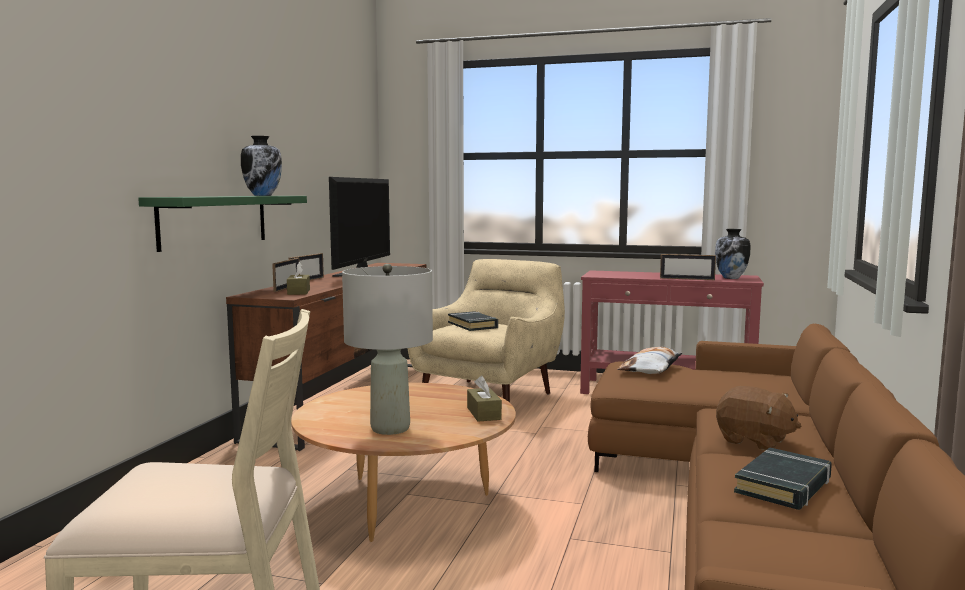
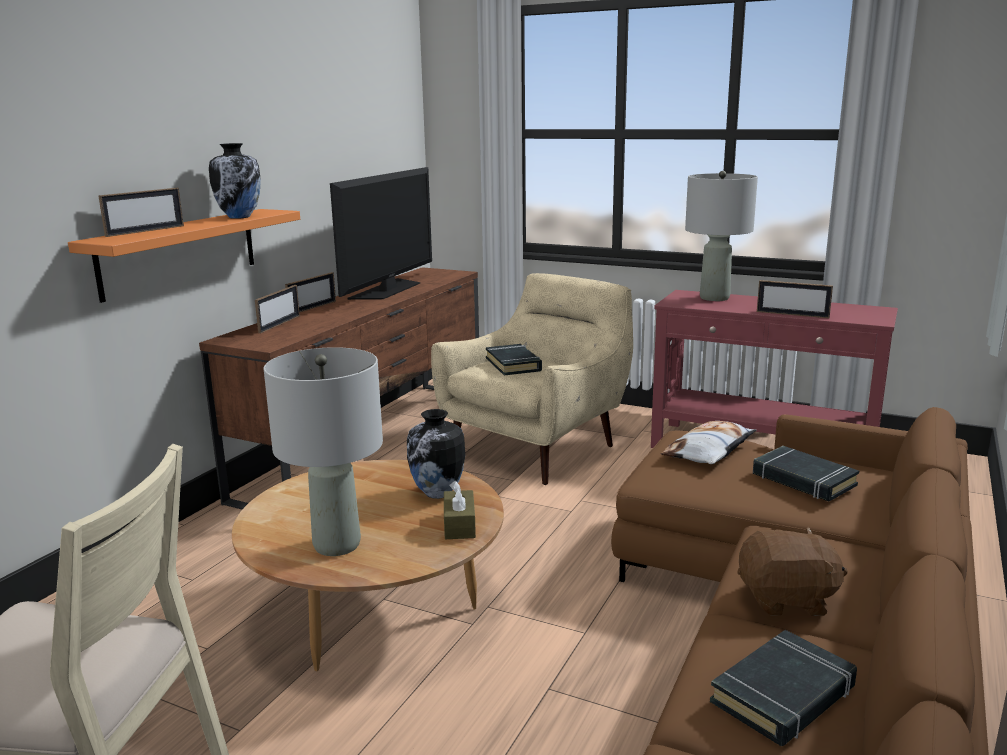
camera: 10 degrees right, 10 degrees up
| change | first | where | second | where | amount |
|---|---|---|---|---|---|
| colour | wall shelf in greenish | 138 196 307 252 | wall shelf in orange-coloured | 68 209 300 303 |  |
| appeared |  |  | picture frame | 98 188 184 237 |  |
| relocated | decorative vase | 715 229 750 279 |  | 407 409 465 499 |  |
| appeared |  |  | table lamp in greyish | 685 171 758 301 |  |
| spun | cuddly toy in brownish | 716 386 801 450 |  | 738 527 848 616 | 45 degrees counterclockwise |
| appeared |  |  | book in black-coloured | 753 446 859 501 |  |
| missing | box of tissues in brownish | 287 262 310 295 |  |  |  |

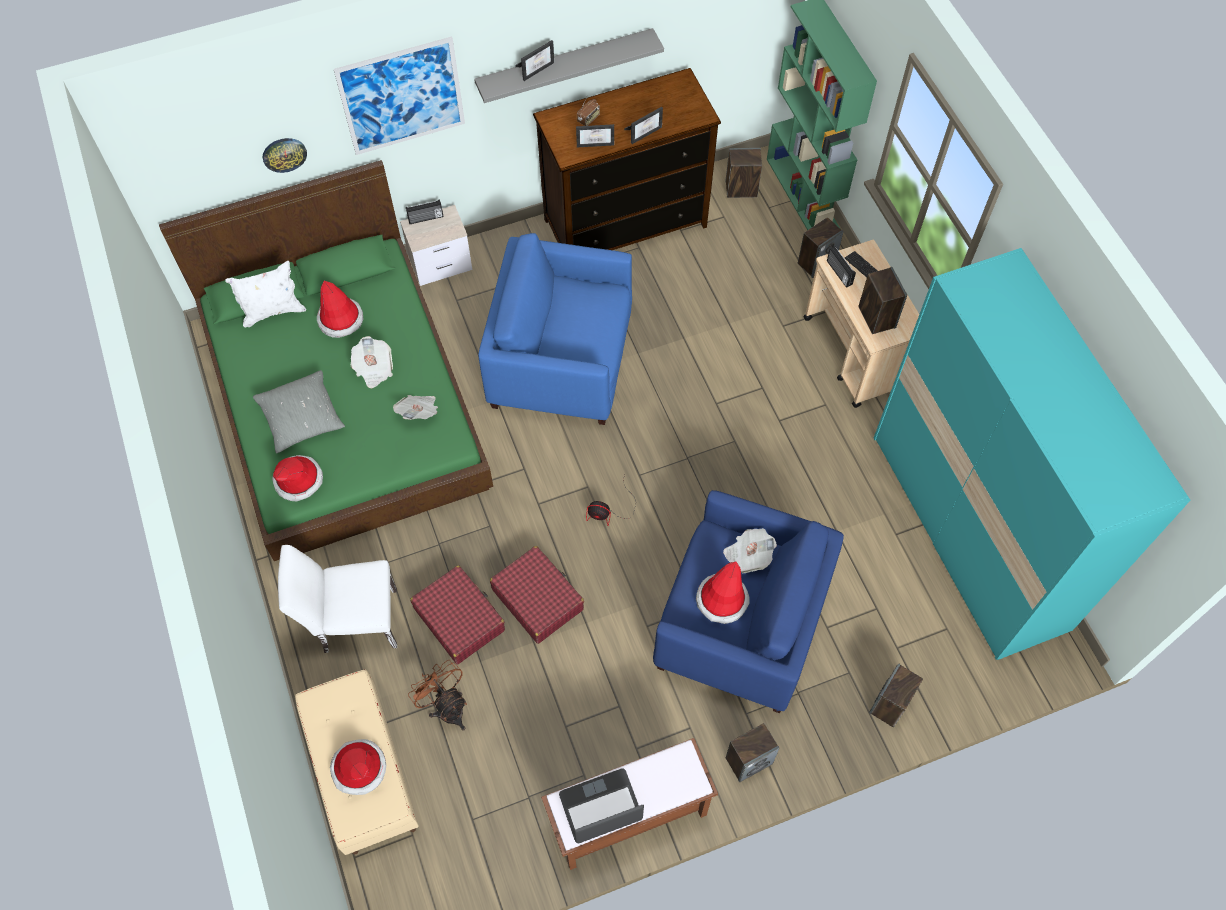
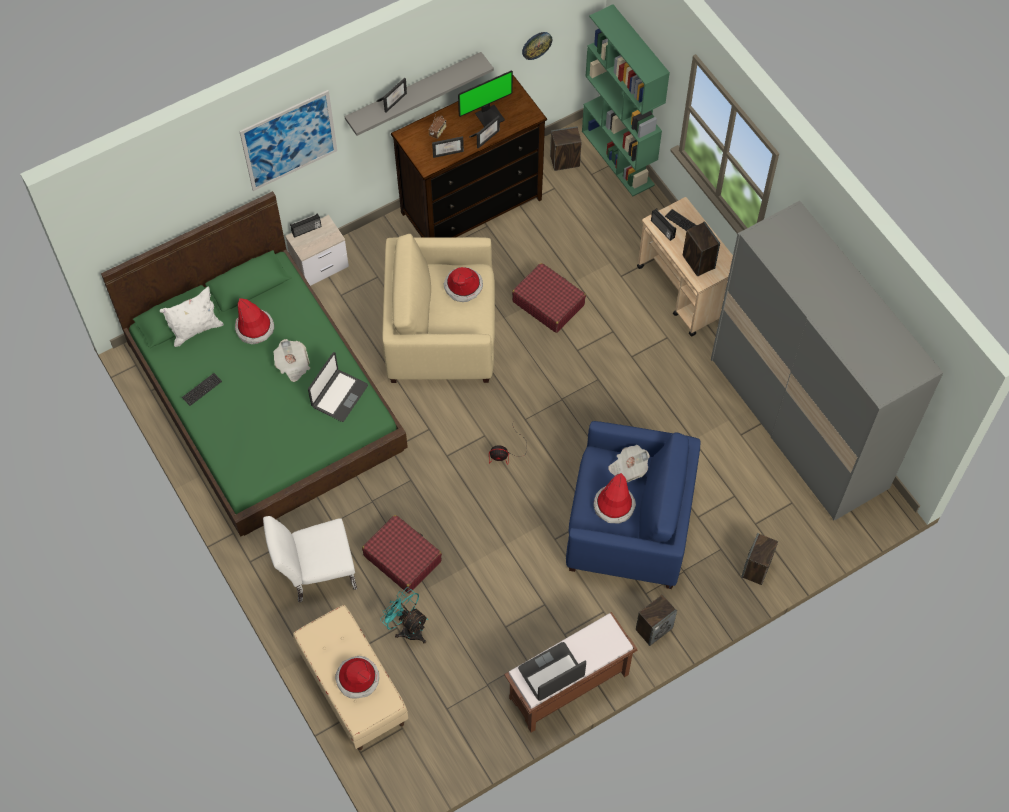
camera: 10 degrees left, 0 degrees up
| change | first | where | second | where | amount |
|---|---|---|---|---|---|
| appeared |  |  | computer keyboard | 182 373 222 406 |  |
| exchanged | printed paper | 393 395 438 420 | portable computer | 308 352 368 422 |  |
| colour | cooling fan in brownish | 408 660 467 731 | cooling fan in turquoise-coloured | 380 587 428 644 |  |
| colour | easy chair in blue-coloured | 479 233 632 425 | easy chair in sand-coloured | 382 234 495 383 |  |
| relocated | clothing hat | 272 455 323 501 |  | 443 267 483 302 |  |
| appeared |  |  | computer display | 458 71 513 127 |  |
| relocated | travel case in red | 490 546 584 644 |  | 512 263 586 333 |  |
| relocated | wall clock | 263 138 307 173 |  | 522 32 552 60 |  |
| colour | clothes cupboard in turquoise-coloured | 873 248 1190 660 | clothes cupboard in greyish | 711 201 943 520 |  |
| missing | pillow in greyish | 253 370 345 454 |  |  |  |
| missing | loudspeaker | 798 217 844 278 |  |  |  |

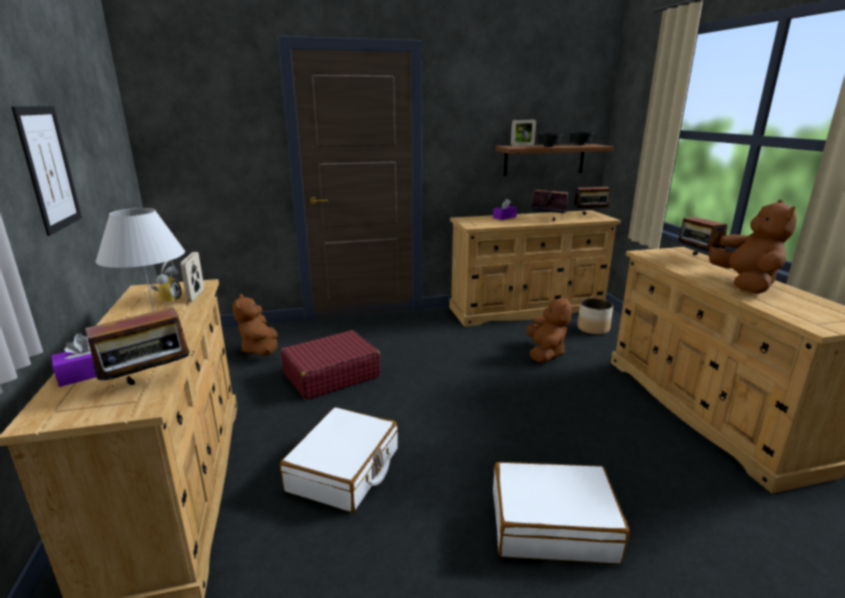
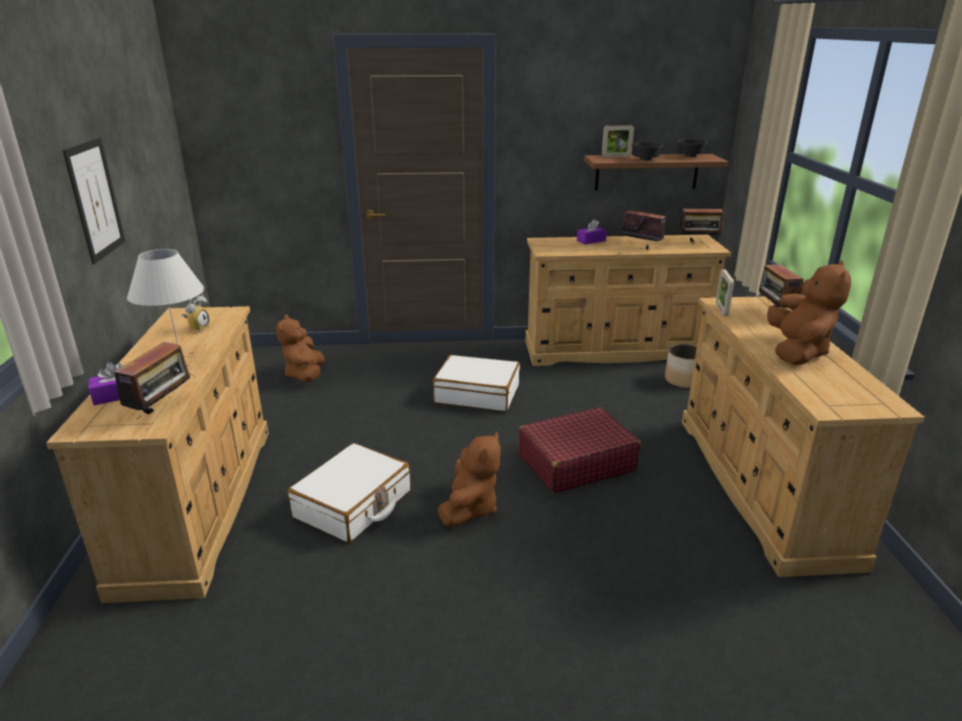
camera: 10 degrees right, 5 degrees up
| change | first | where | second | where | amount |
|---|---|---|---|---|---|
| spun | radio receiver | 85 307 194 388 |  | 114 342 195 419 | 45 degrees counterclockwise |
| relocated | travel case in whitish | 493 462 629 564 |  | 433 355 520 411 |  |
| relocated | cuddly toy in brownish | 527 296 572 363 |  | 438 432 501 527 |  |
| relocated | travel case in red | 281 330 380 400 |  | 518 407 641 493 |  |
| relocated | picture frame | 180 252 204 302 |  | 716 269 734 316 |  |

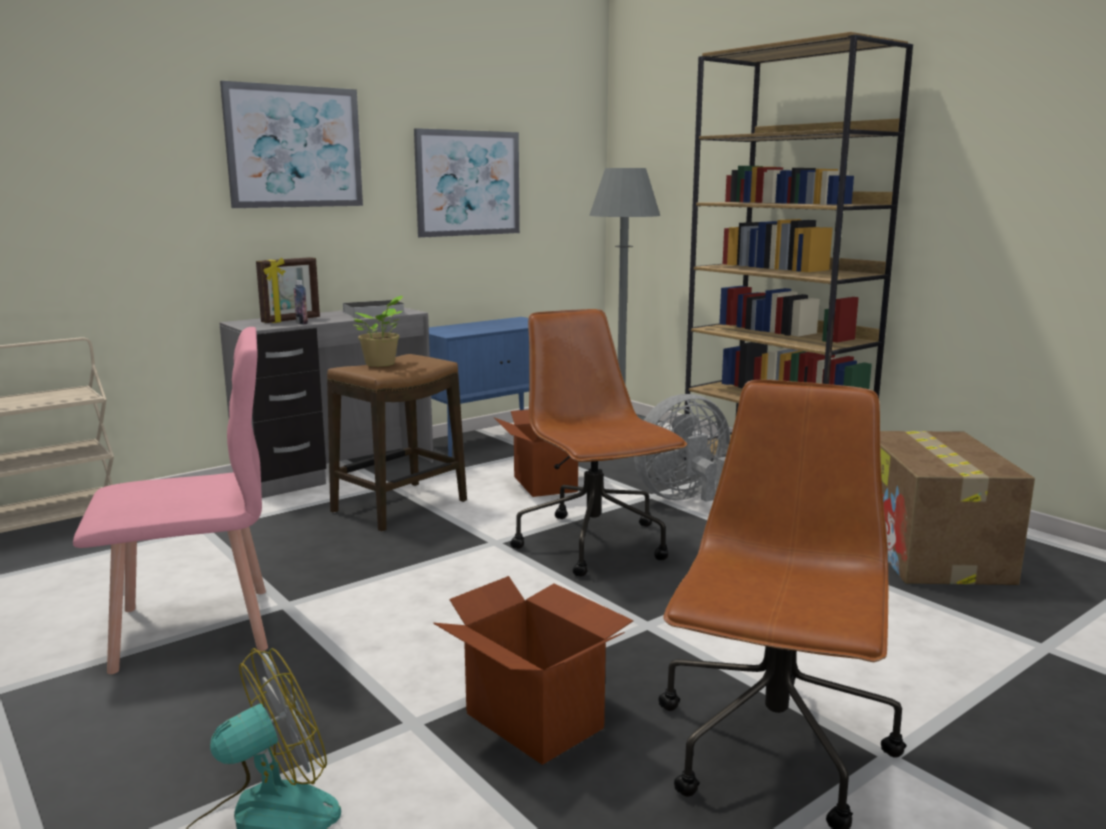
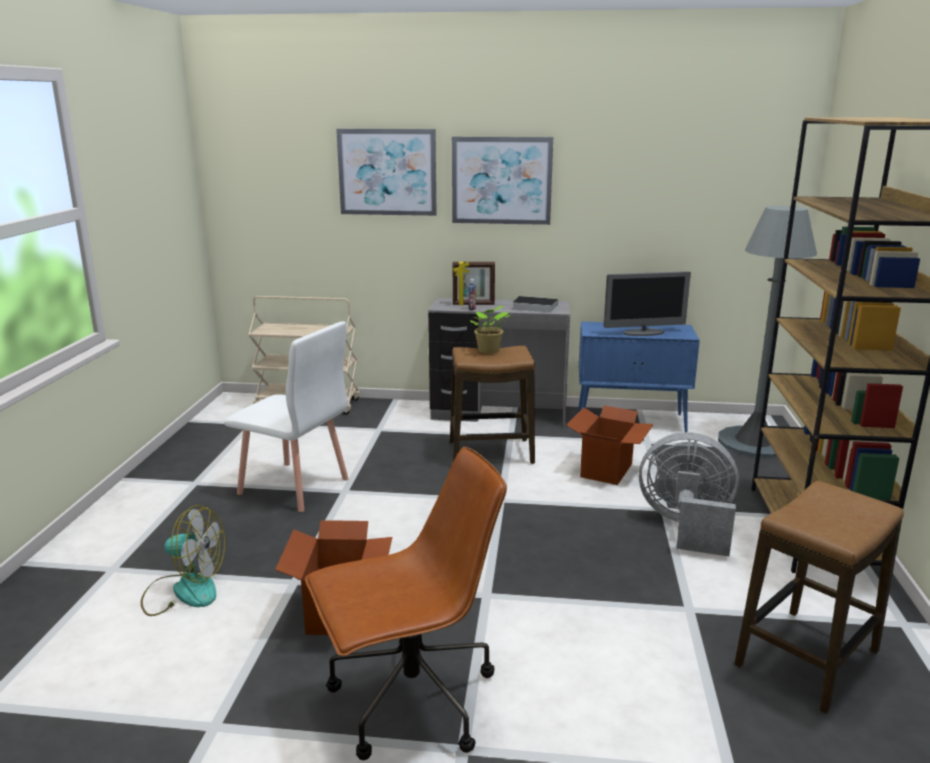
camera: 45 degrees right, 5 degrees up
| change | first | where | second | where | amount |
|---|---|---|---|---|---|
| colour | chair in pink | 73 327 268 674 | chair in whitish | 224 321 349 512 |  |
| relocated | wall art | 414 128 520 238 |  | 336 129 437 216 |  |
| appeared |  |  | computer display | 604 271 691 336 |  |
| exchanged | cardboard box | 880 431 1035 585 | stool | 735 480 904 714 |  |
| missing | desk chair in brownish | 510 309 687 577 |  |  |  |

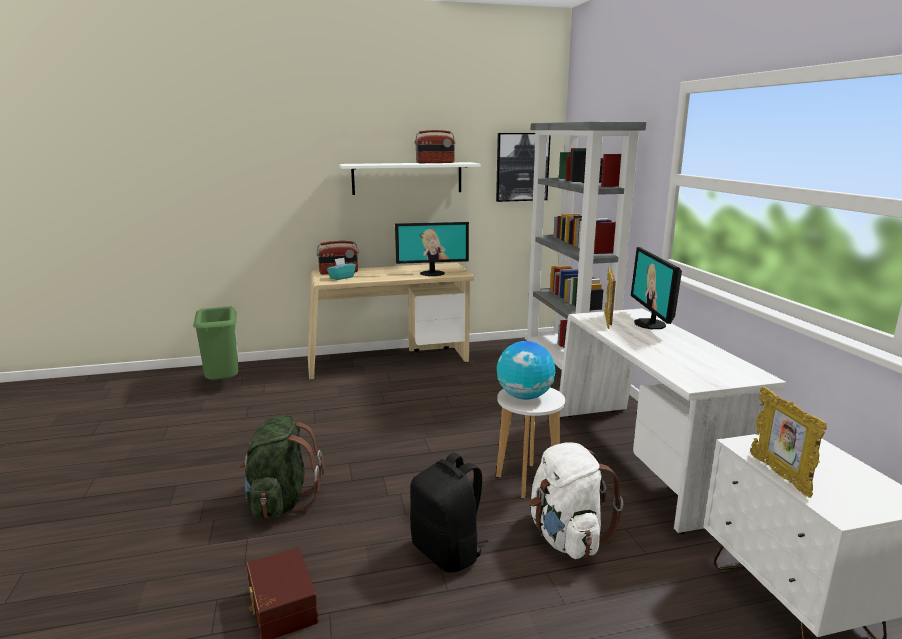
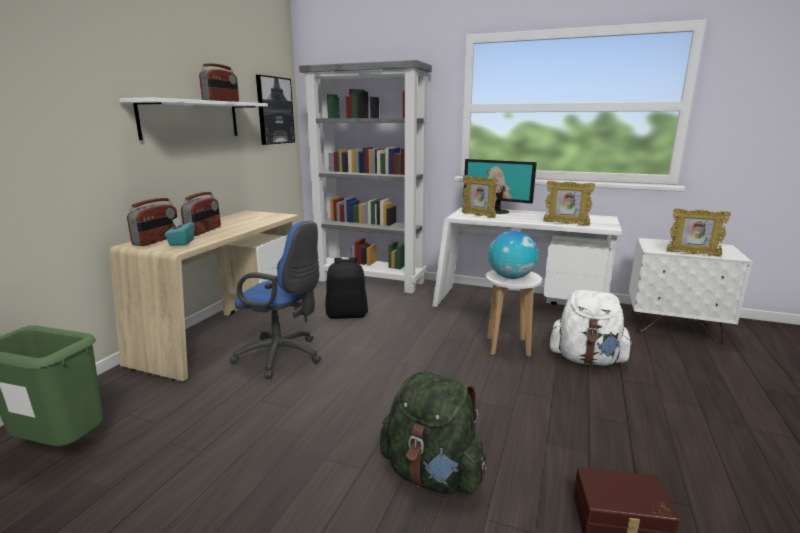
camera: 55 degrees left, 0 degrees up
| change | first | where | second | where | amount |
|---|---|---|---|---|---|
| appeared |  |  | radio receiver | 181 192 221 236 |  |
| appeared |  |  | desk chair in blue-coloured | 230 221 321 379 |  |
| relocated | rucksack in black-coloured | 410 453 489 572 |  | 325 257 368 319 |  |
| appeared |  |  | picture frame | 543 181 595 226 |  |
| missing | computer display | 395 222 469 276 |  |  |  |

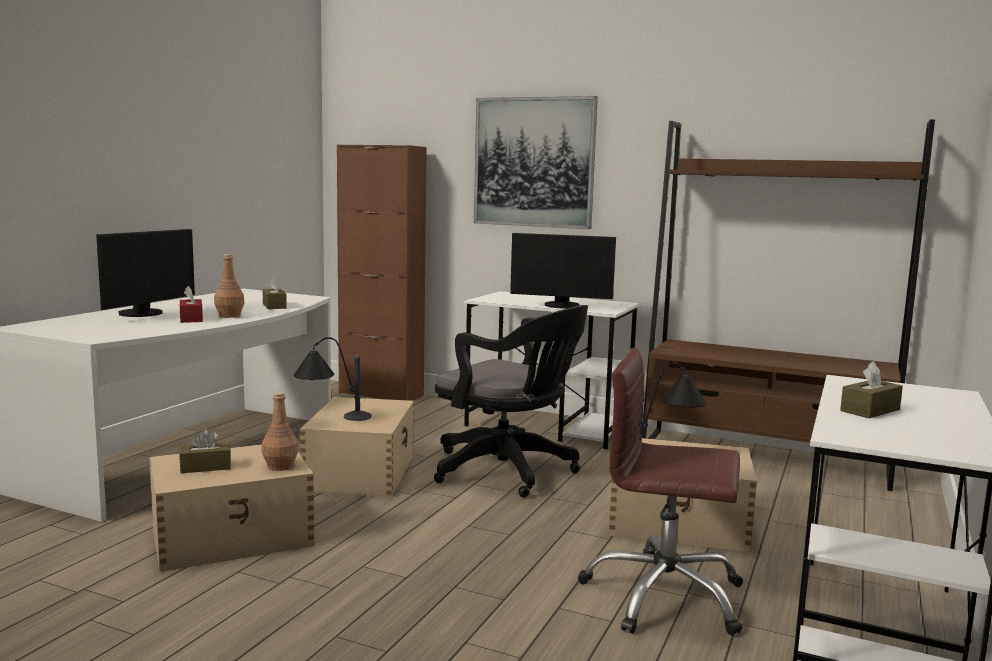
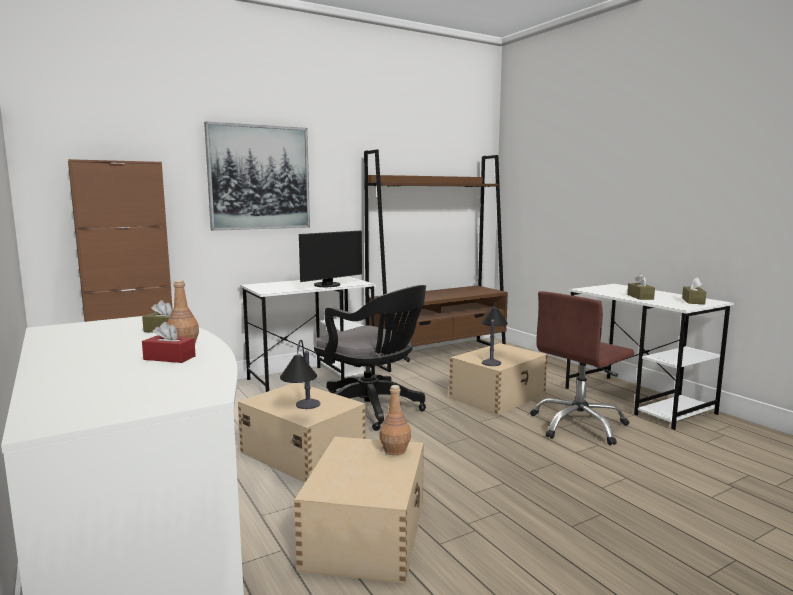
camera: 55 degrees left, 0 degrees up
| change | first | where | second | where | amount |
|---|---|---|---|---|---|
| spun | desk chair in black-coloured | 434 305 588 498 |  | 314 285 426 431 | 60 degrees clockwise |
| relocated | box of tissues in brownish | 179 429 231 473 |  | 682 277 706 304 |  |
| missing | computer display | 96 229 195 317 |  |  |  |

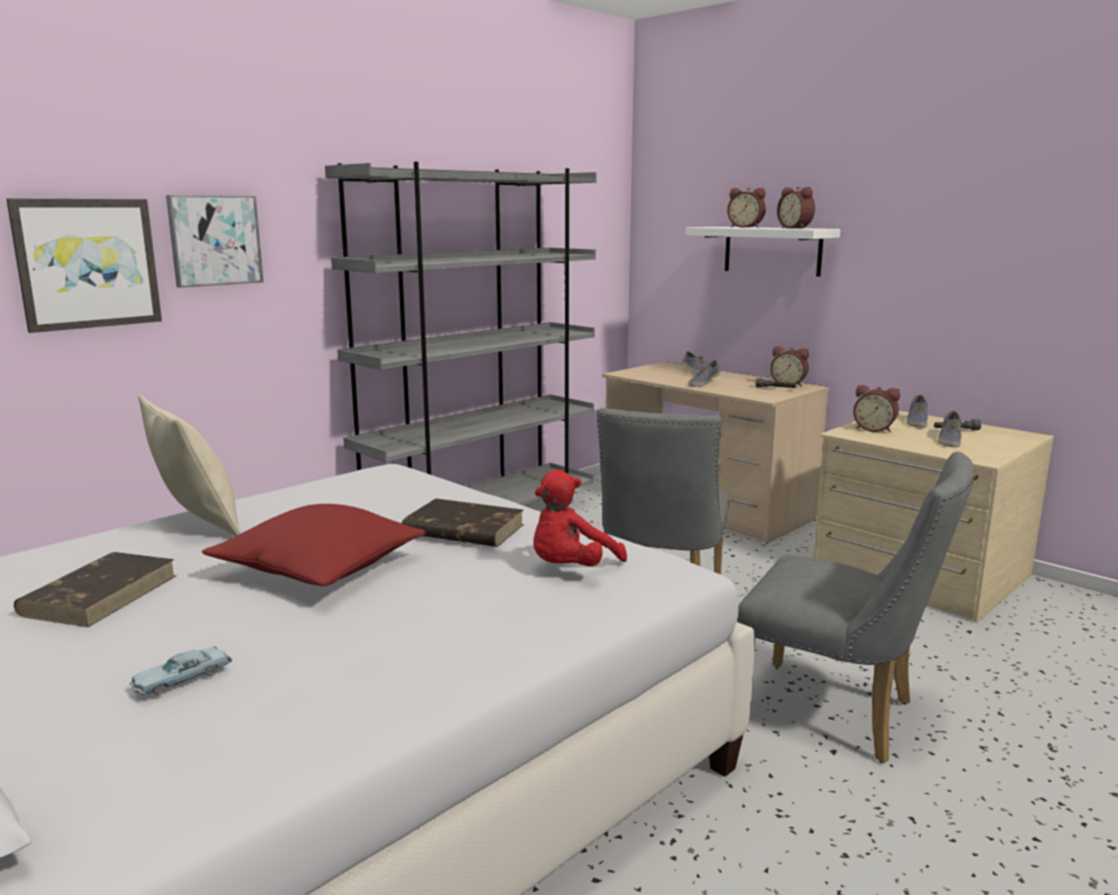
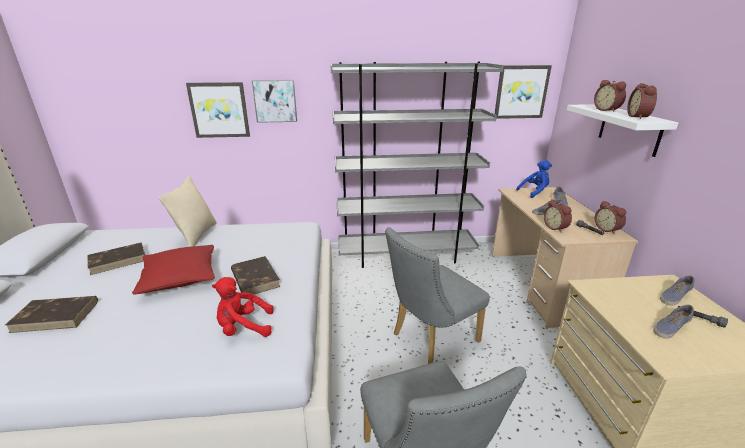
camera: 40 degrees right, 10 degrees up
| change | first | where | second | where | amount |
|---|---|---|---|---|---|
| exchanged | model car in blue-coloured | 129 646 232 695 | book in brownish | 5 296 98 333 |  |
| appeared |  |  | wall art | 495 65 552 119 |  |
| appeared |  |  | cuddly toy in blue-coloured | 516 160 552 198 |  |
| relocated | bedside clock | 853 385 900 433 |  | 544 199 572 232 |  |

